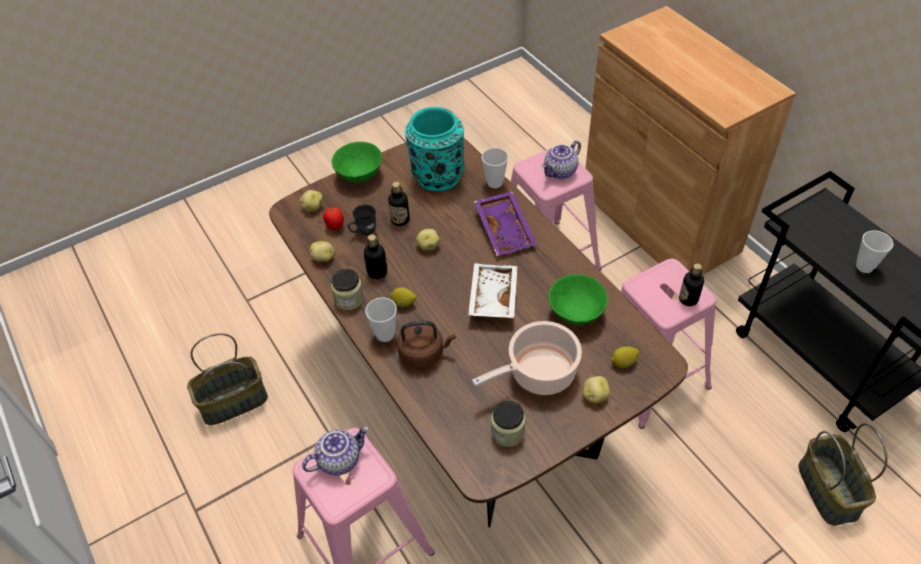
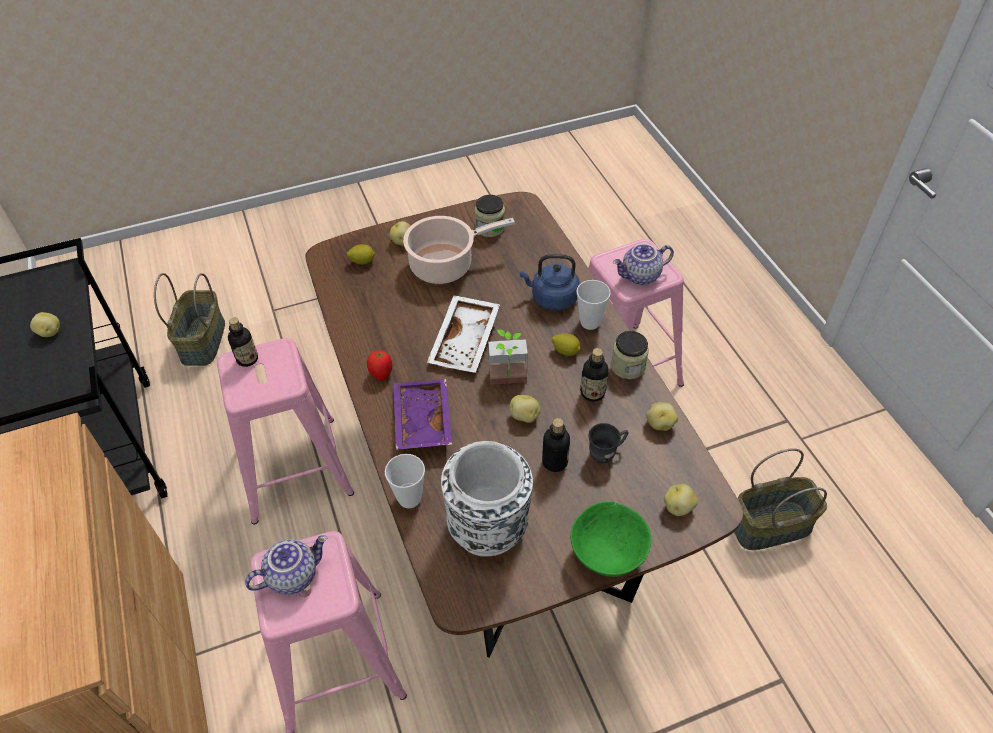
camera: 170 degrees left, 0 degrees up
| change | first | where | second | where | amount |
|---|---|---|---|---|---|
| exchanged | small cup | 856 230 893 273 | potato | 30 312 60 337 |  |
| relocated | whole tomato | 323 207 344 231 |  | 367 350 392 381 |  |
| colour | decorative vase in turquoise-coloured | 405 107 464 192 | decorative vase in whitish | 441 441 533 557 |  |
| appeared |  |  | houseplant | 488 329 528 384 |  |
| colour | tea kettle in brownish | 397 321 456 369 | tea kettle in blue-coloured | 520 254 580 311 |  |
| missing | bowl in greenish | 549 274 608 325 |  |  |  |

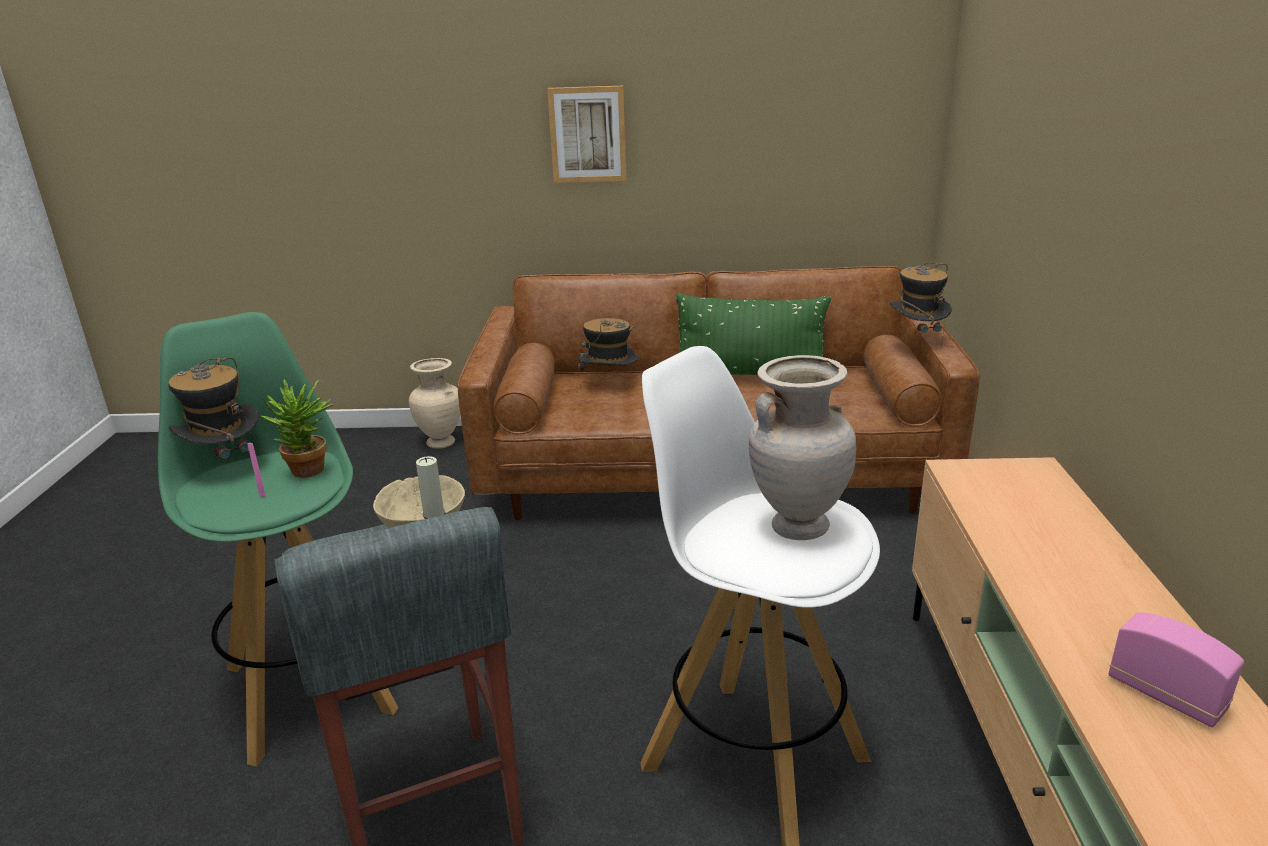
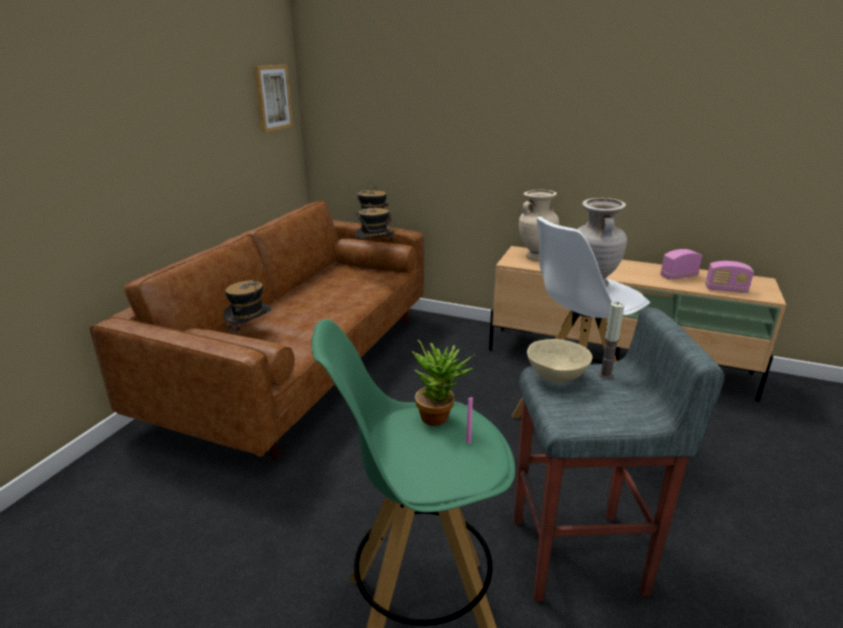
camera: 70 degrees left, 0 degrees up
| change | first | where | second | where | amount |
|---|---|---|---|---|---|
| relocated | wall art | 547 86 627 183 |  | 253 65 293 133 |  |
| relocated | clothing hat | 168 358 259 459 |  | 355 203 394 241 |  |
| relocated | decorative vase in sand-coloured | 409 358 460 449 |  | 519 190 559 260 |  |
| appeared |  |  | radio receiver | 705 261 754 293 |  |
| missing | pillow in greenish | 676 294 831 375 |  |  |  |

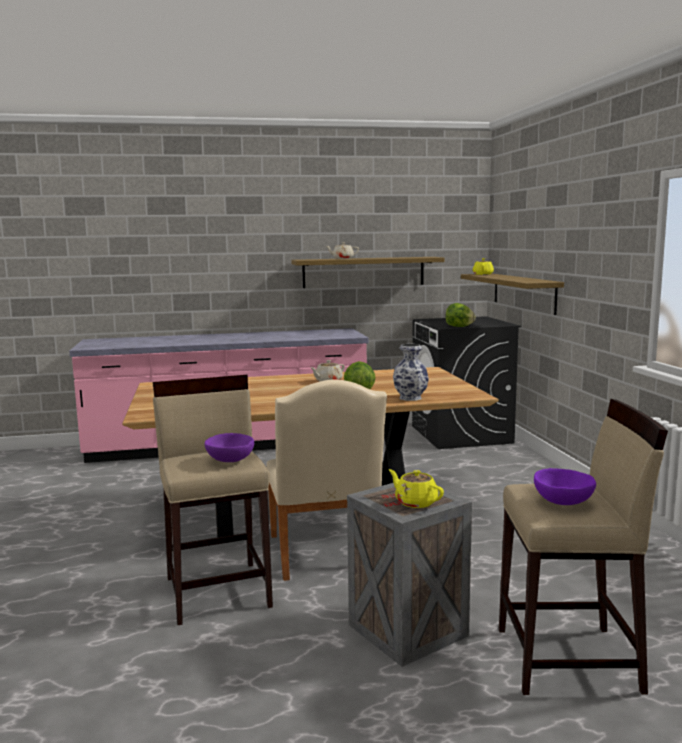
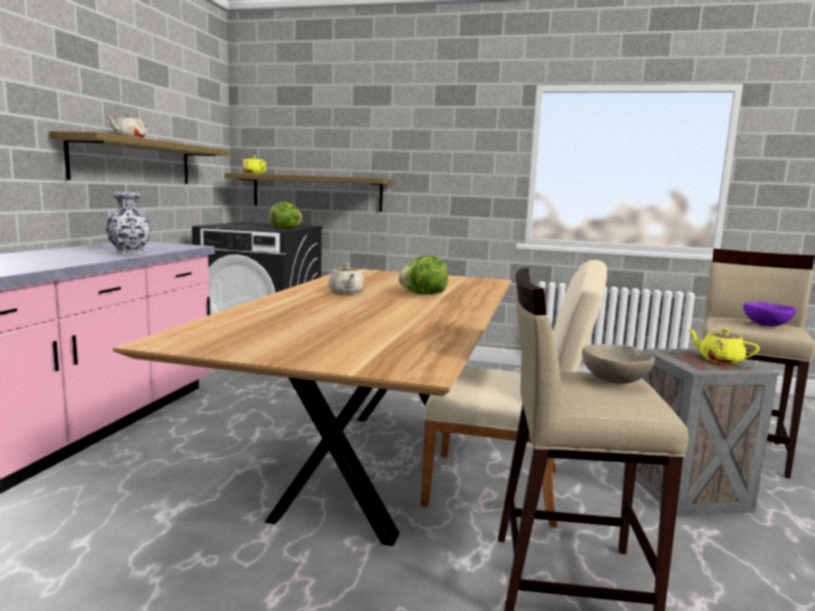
camera: 65 degrees left, 0 degrees up
| change | first | where | second | where | amount |
|---|---|---|---|---|---|
| relocated | decorative vase | 393 344 429 401 |  | 106 192 151 254 |  |
| colour | bowl in purple | 205 433 254 462 | bowl in sand-coloured | 582 344 655 384 |  |
| spun | teapot in yellow-coloured | 389 469 444 508 |  | 687 328 760 364 | 60 degrees clockwise |

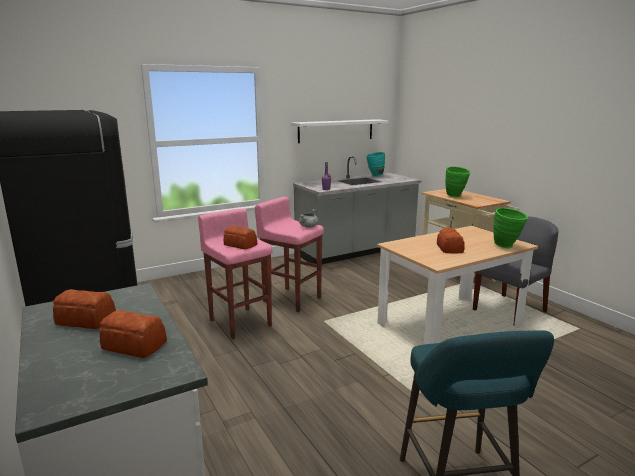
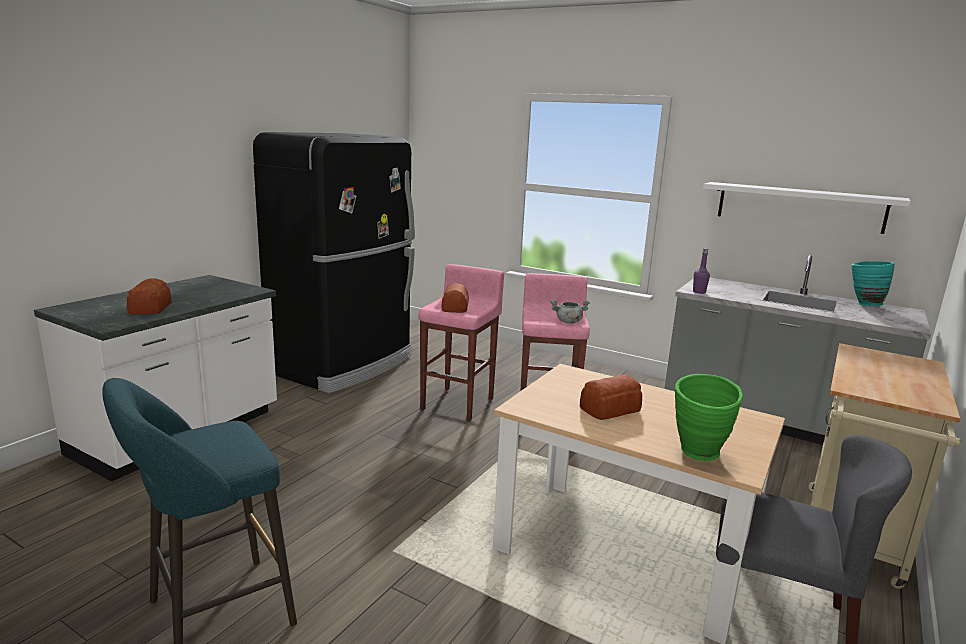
camera: 60 degrees right, 0 degrees up
| change | first | where | second | where | amount |
|---|---|---|---|---|---|
| missing | bread | 53 289 116 329 |  |  |  |
| missing | decorative vase in greenish | 445 166 470 197 |  |  |  |

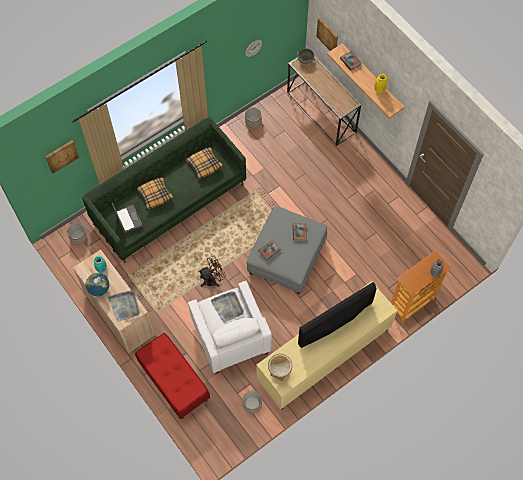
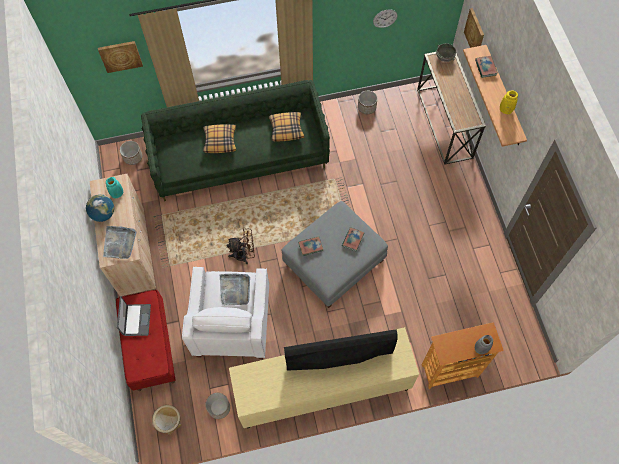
camera: 25 degrees right, 0 degrees up
| change | first | where | second | where | amount |
|---|---|---|---|---|---|
| relocated | portable computer | 112 203 142 233 |  | 117 296 151 336 |  |
| relocated | decorative vase | 268 354 292 381 |  | 152 405 182 435 |  |

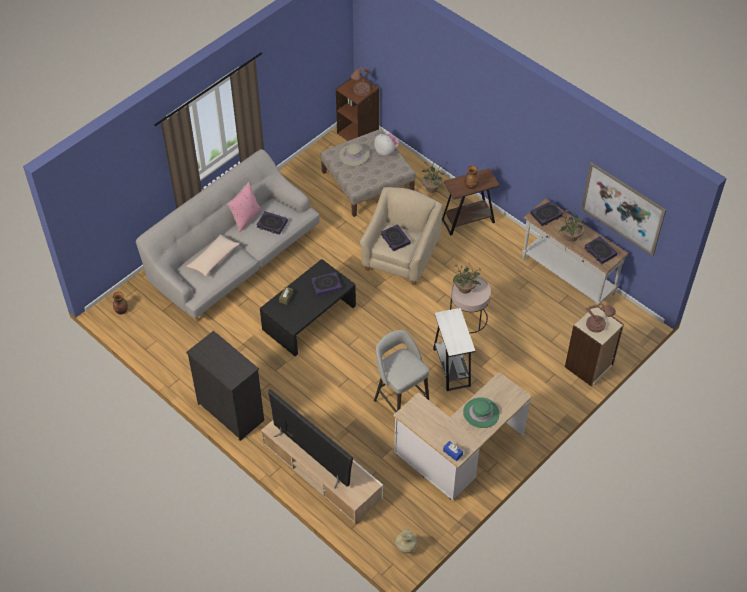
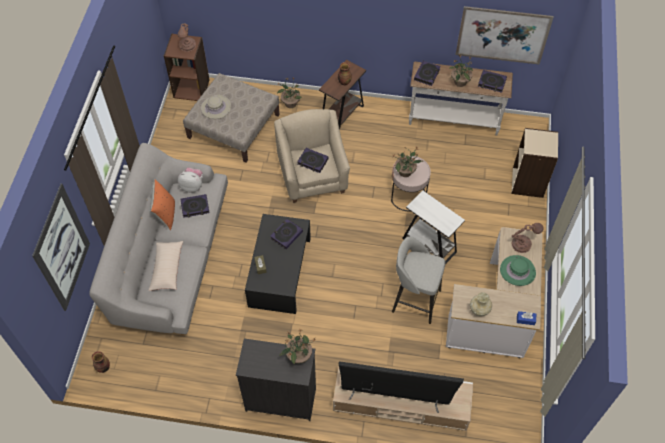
camera: 35 degrees left, 5 degrees up
| change | first | where | second | where | amount |
|---|---|---|---|---|---|
| appeared |  |  | wall art | 32 184 90 311 |  |
| colour | pillow in pink | 227 182 261 232 | pillow in orange-coloured | 150 179 175 230 |  |
| relocated | cuddly toy | 374 134 399 156 |  | 178 168 203 193 |  |
| appeared |  |  | houseplant | 280 329 316 364 |  |
| relocated | decorative vase in sand-coloured | 395 529 417 553 |  | 470 292 492 316 |  |
| relocated | table lamp in brownish | 586 303 616 333 |  | 512 223 544 253 |  |

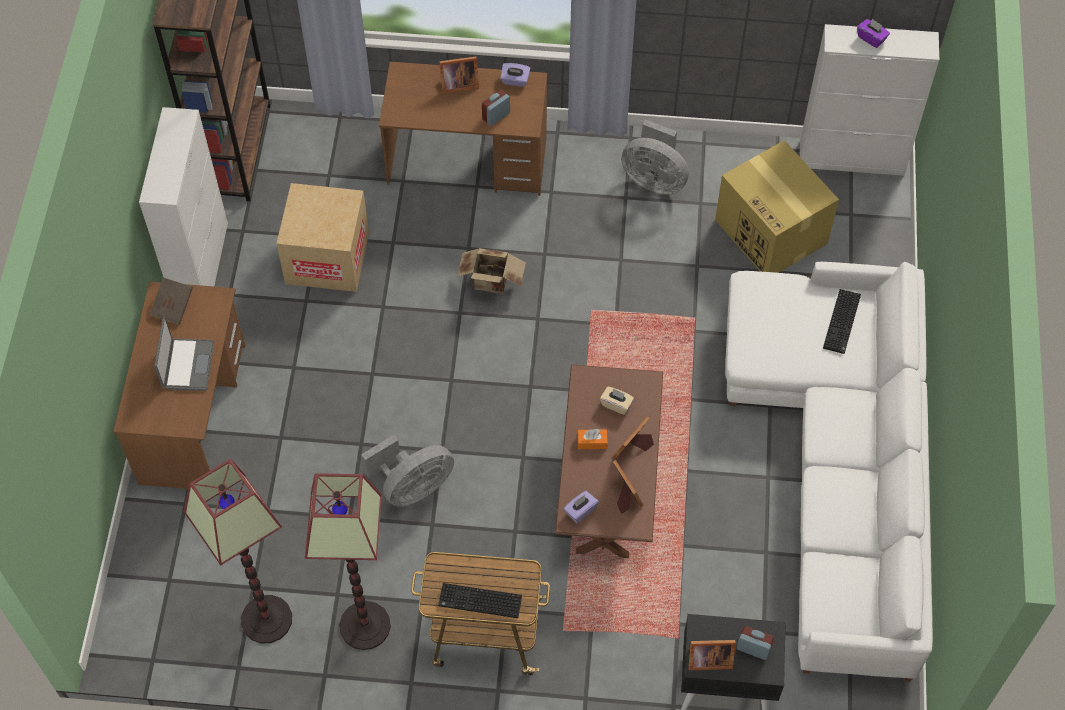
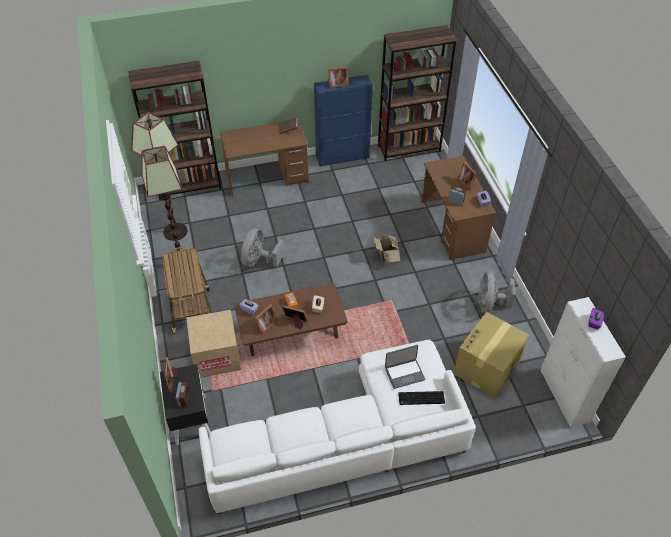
camera: 70 degrees right, 10 degrees down
| change | first | where | second | where | amount |
|---|---|---|---|---|---|
| appeared |  |  | shelving unit in brownish | 128 61 221 200 |  |
| relocated | cardboard box | 276 183 369 292 |  | 186 310 241 378 |  |
| spun | cooling fan in greyish | 361 435 454 507 |  | 241 228 284 267 | 75 degrees clockwise |
| colour | cupboard in whitish | 139 107 228 286 | cupboard in blue-coloured | 314 75 373 167 |  |
| appeared |  |  | picture frame | 328 67 348 88 |  |
| relocated | portable computer | 154 317 214 391 |  | 385 345 425 389 |  |
| missing | computer keyboard | 438 583 522 618 |  |  |  |

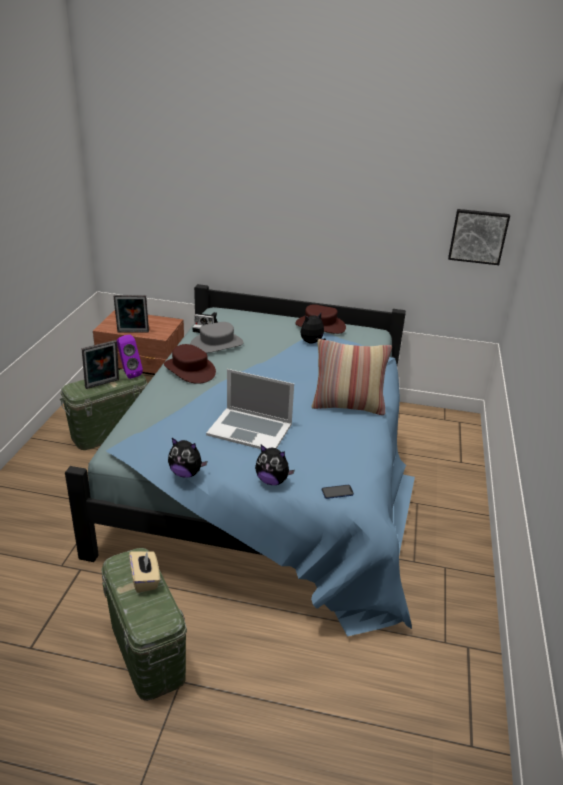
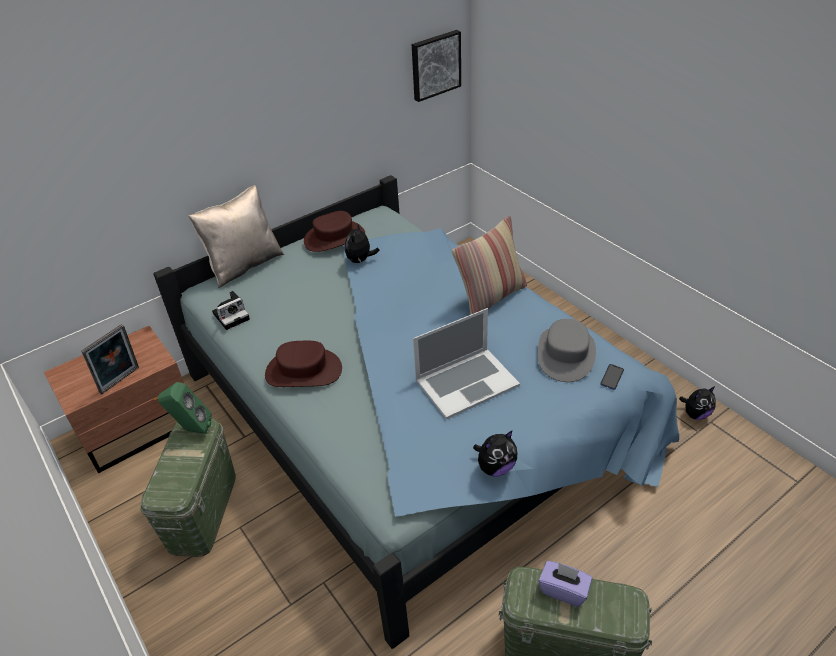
camera: 45 degrees left, 10 degrees up
| change | first | where | second | where | amount |
|---|---|---|---|---|---|
| colour | loudspeaker in purple | 117 335 143 379 | loudspeaker in greenish | 158 382 212 434 |  |
| appeared |  |  | pillow in sand-coloured | 188 185 284 288 |  |
| relocated | clothing hat in greyish | 190 322 244 353 |  | 538 319 596 382 |  |
| colour | box of tissues in sand-coloured | 129 550 160 593 | box of tissues in purple | 539 561 592 607 |  |
| relocated | cuddly toy | 255 445 295 485 |  | 679 386 716 420 |  |
| missing | picture frame | 81 340 119 389 |  |  |  |

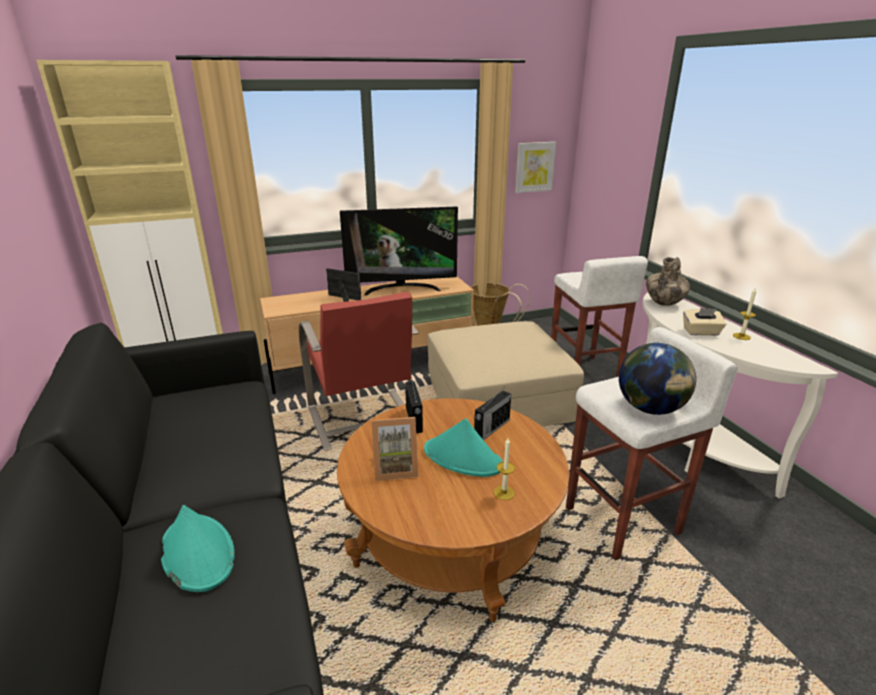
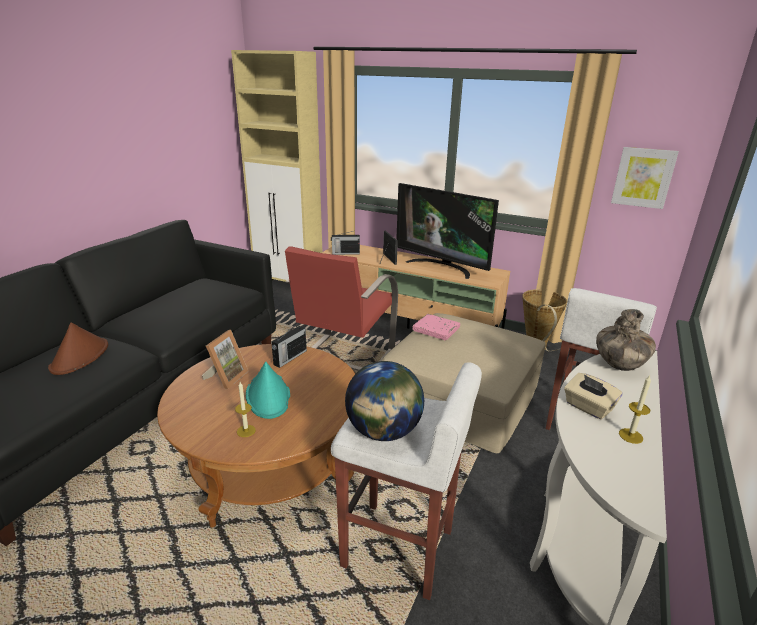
camera: 45 degrees right, 0 degrees up
| change | first | where | second | where | amount |
|---|---|---|---|---|---|
| colour | clothing hat in turquoise-coloured | 161 505 235 592 | clothing hat in brownish | 48 323 108 375 |  |
| spun | picture frame | 371 417 419 481 |  | 202 330 248 389 | 105 degrees counterclockwise |
| relocated | radio receiver | 474 391 511 440 |  | 331 231 360 255 |  |
| appeared |  |  | book in pink | 412 314 460 340 |  |

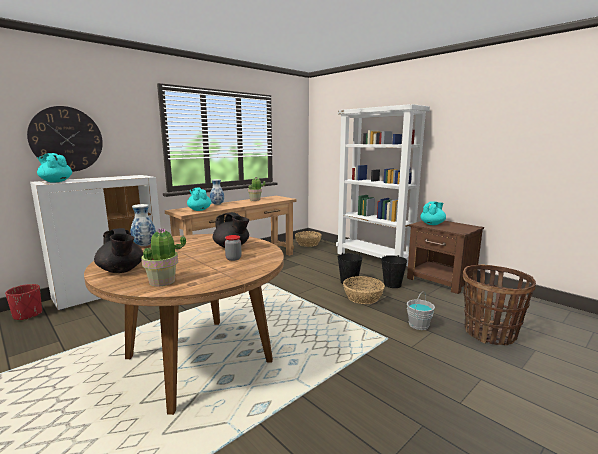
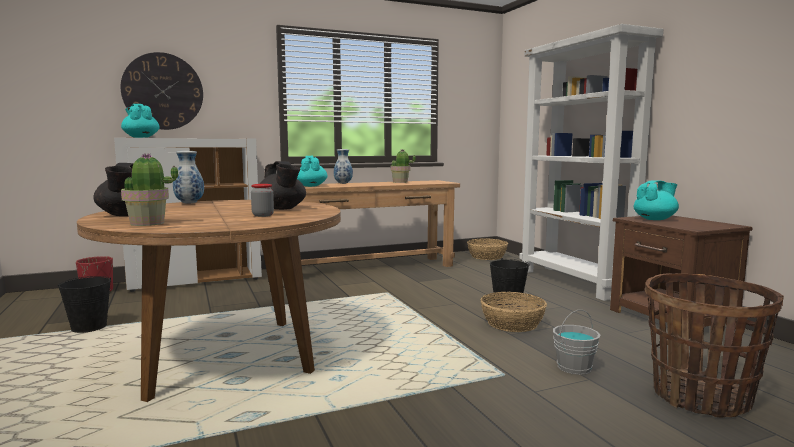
camera: 20 degrees right, 5 degrees down
| change | first | where | second | where | amount |
|---|---|---|---|---|---|
| relocated | bucket in black-coloured | 381 255 407 288 |  | 57 276 111 333 |  |

